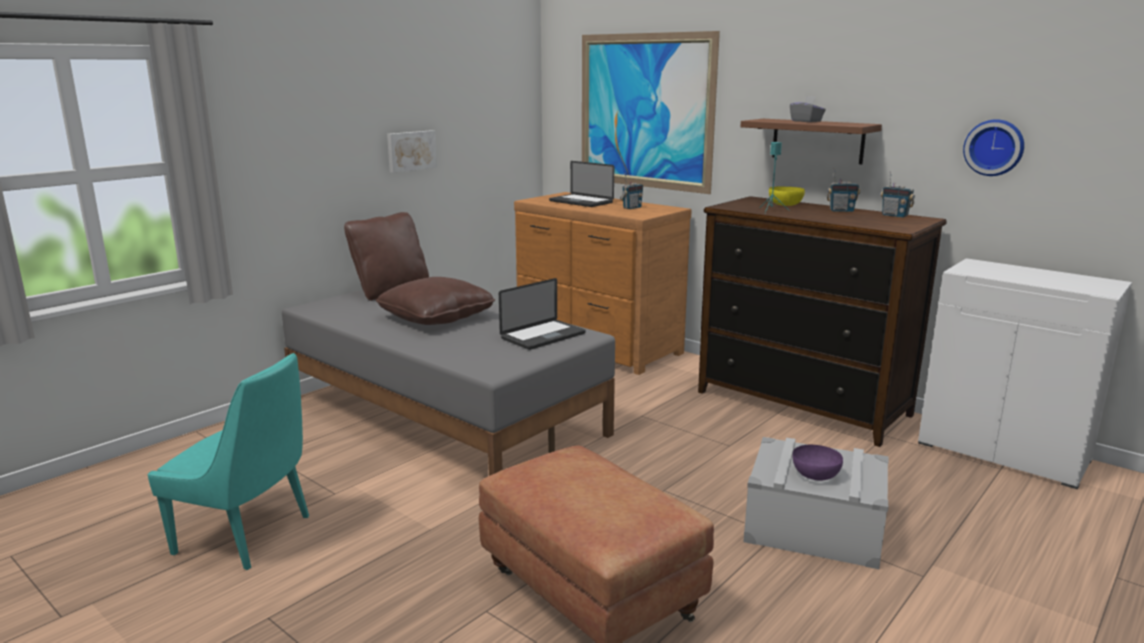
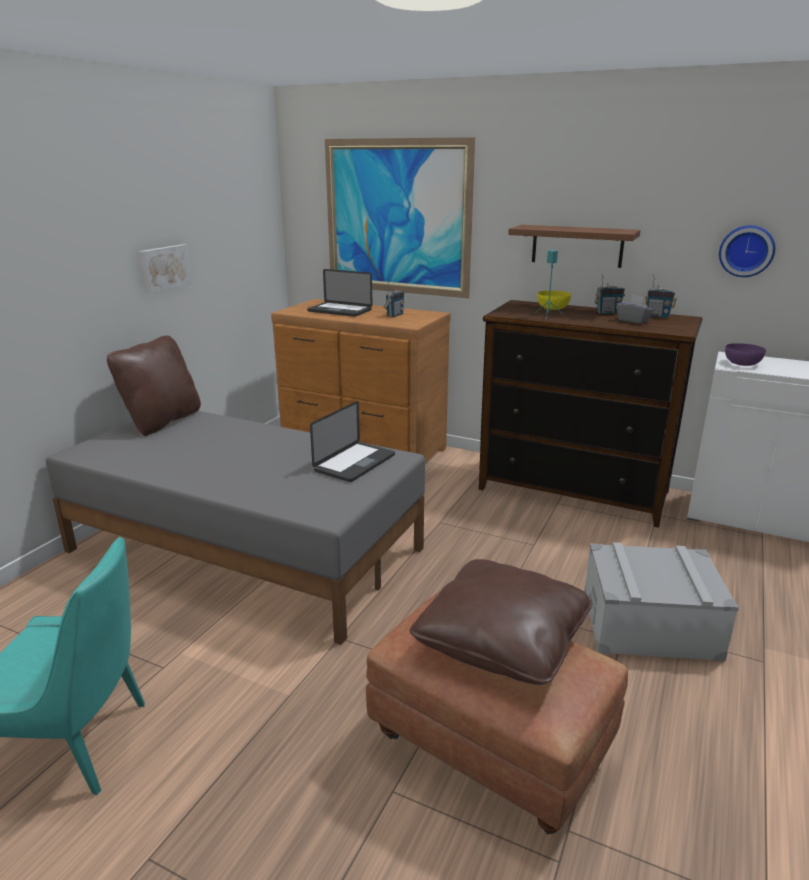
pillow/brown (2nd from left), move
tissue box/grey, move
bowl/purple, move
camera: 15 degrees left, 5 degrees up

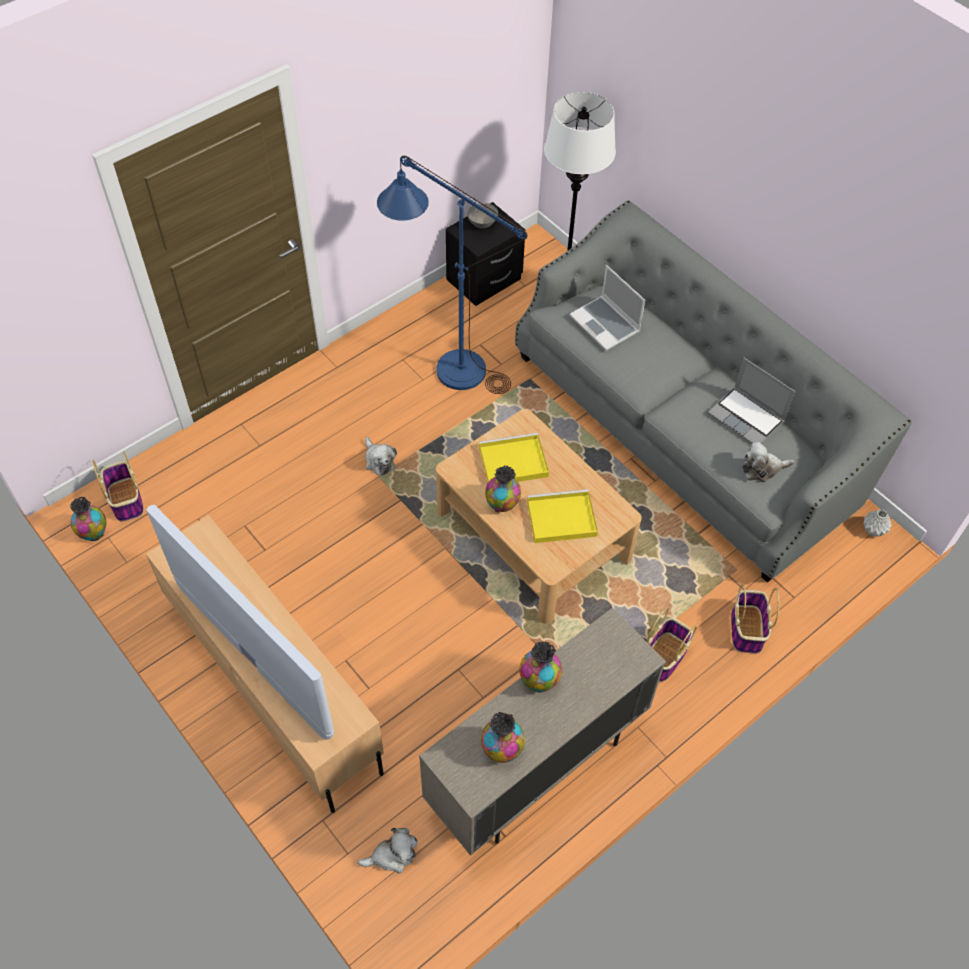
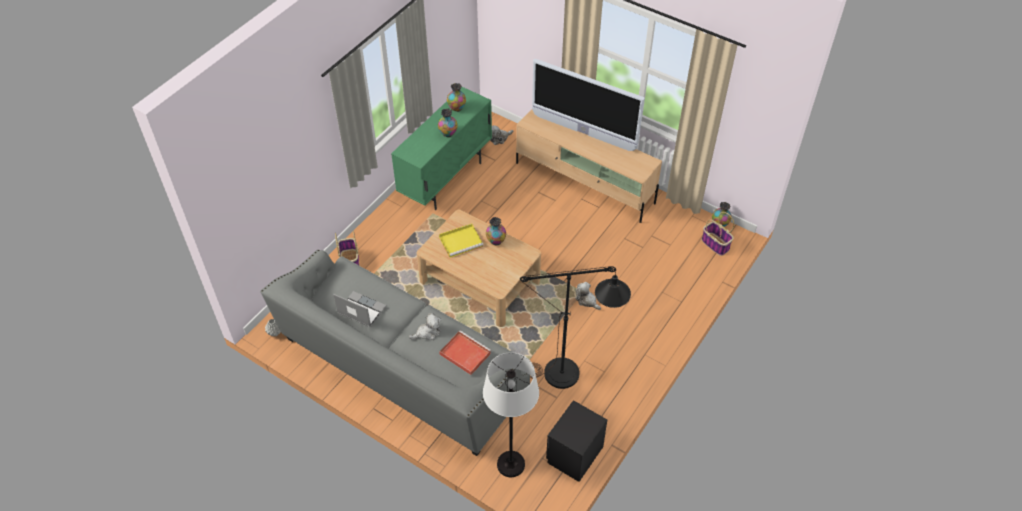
bowl/grey -> none
tray/yellow (1st from left) -> none
basket (2nd from left) -> none
plush toy (3rd from left in the first image) -> plush toy (1st from left), move
laptop (1st from left) -> tray/red
floor lamp/blue -> floor lamp/black
cabinet/beige -> cabinet/green
camera: 165 degrees right, 5 degrees down

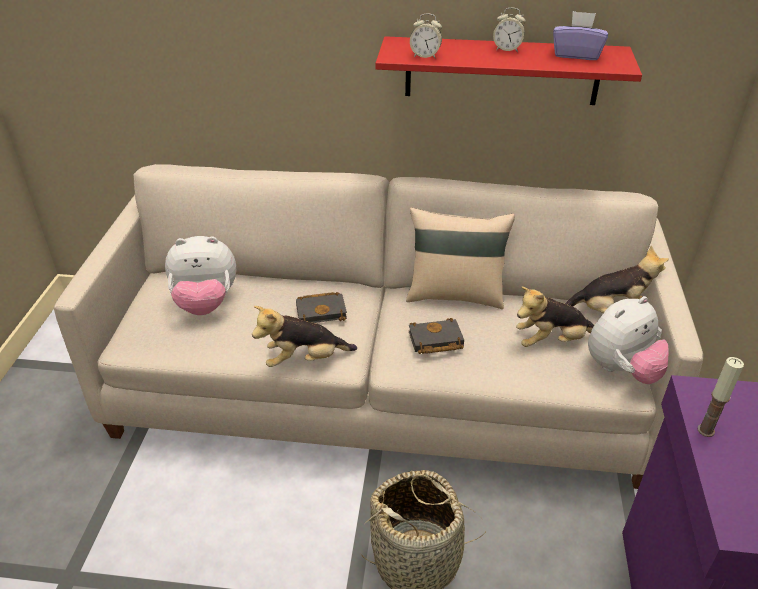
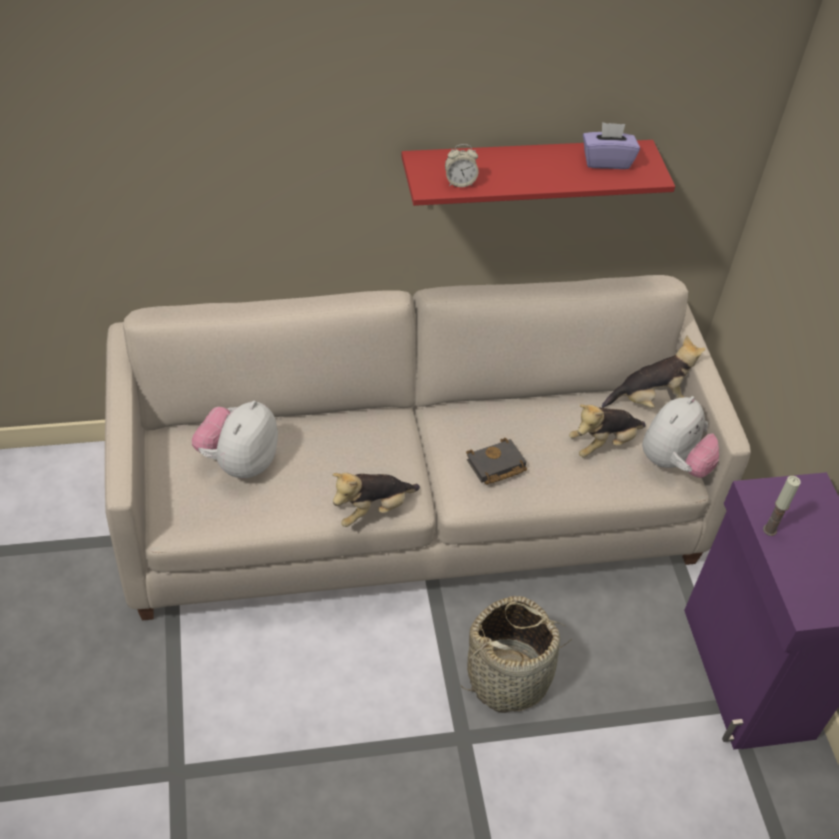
book/black (1st from left) -> none
pillow/beige -> none
alarm clock (2nd from left) -> none
plush toy (1st from left), 135 degrees clockwise
camera: 20 degrees left, 10 degrees up

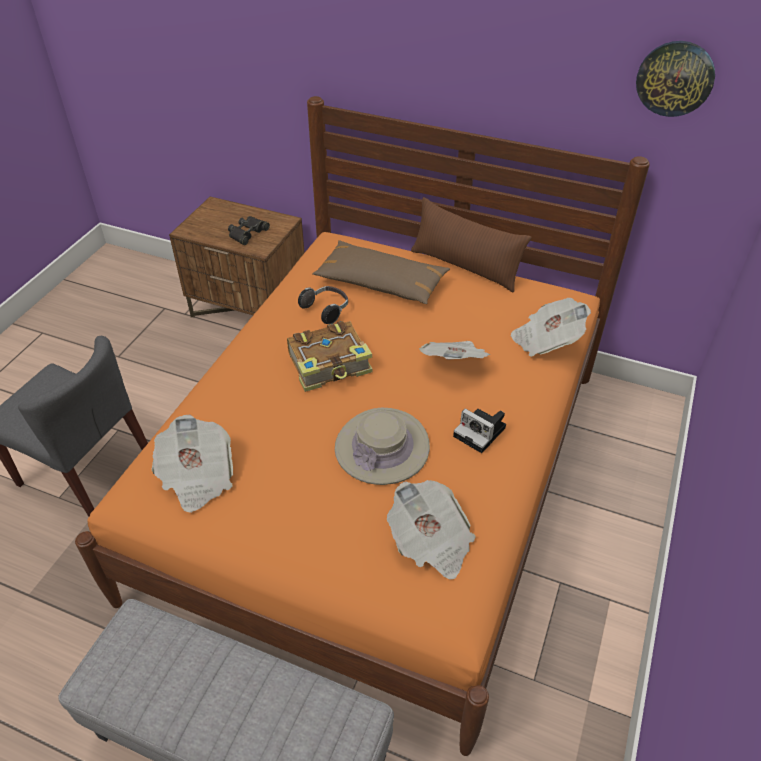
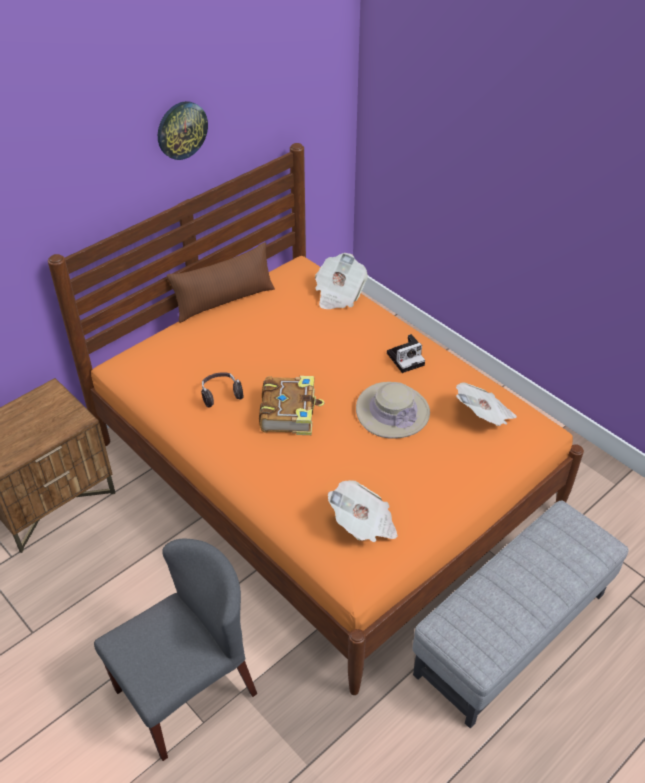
binoculars/black -> none
pillow/brown (1st from left) -> none
newspaper (3rd from left) -> none
wall clock, move
camera: 65 degrees left, 0 degrees up

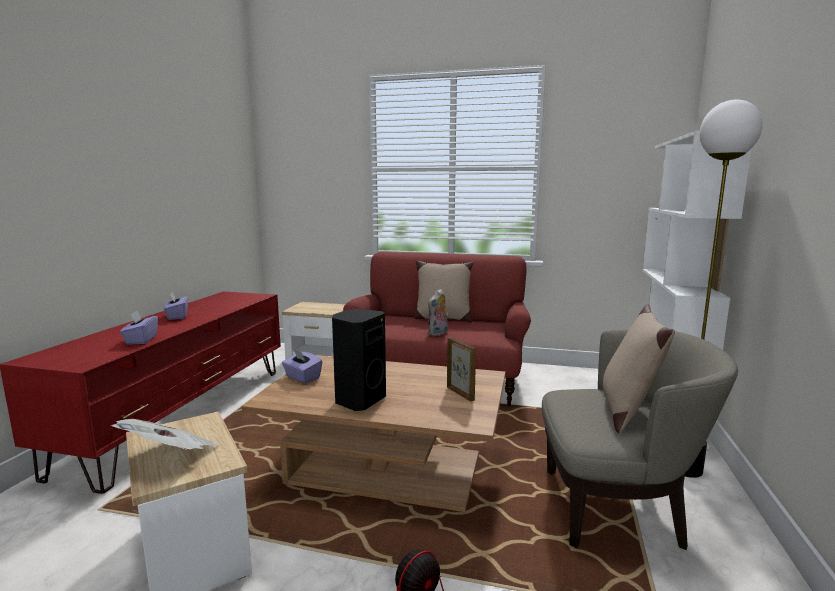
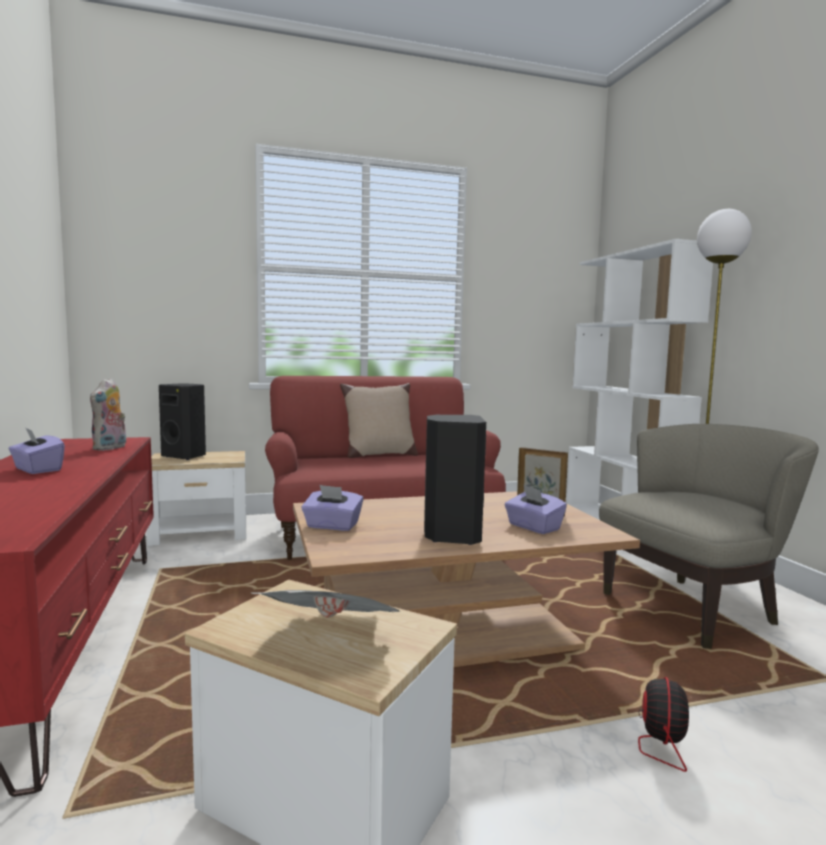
pillow/beige (2nd from left) -> none
none -> speaker/black (1st from left)
tissue box/purple (1st from left in the first image) -> tissue box/purple (3rd from left), move
plush toy, move
camera: 30 degrees left, 5 degrees down

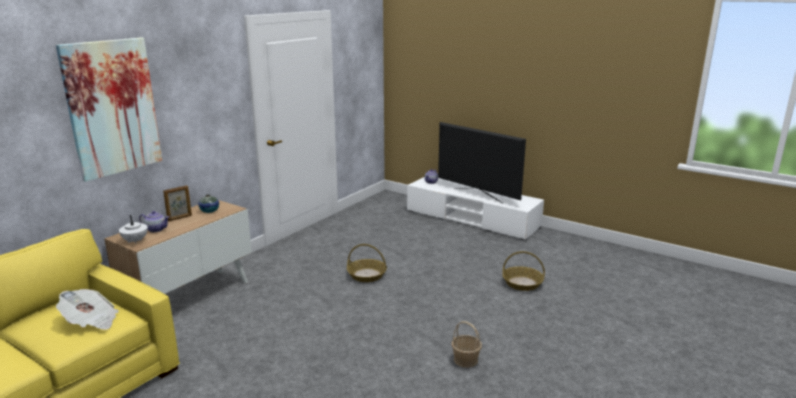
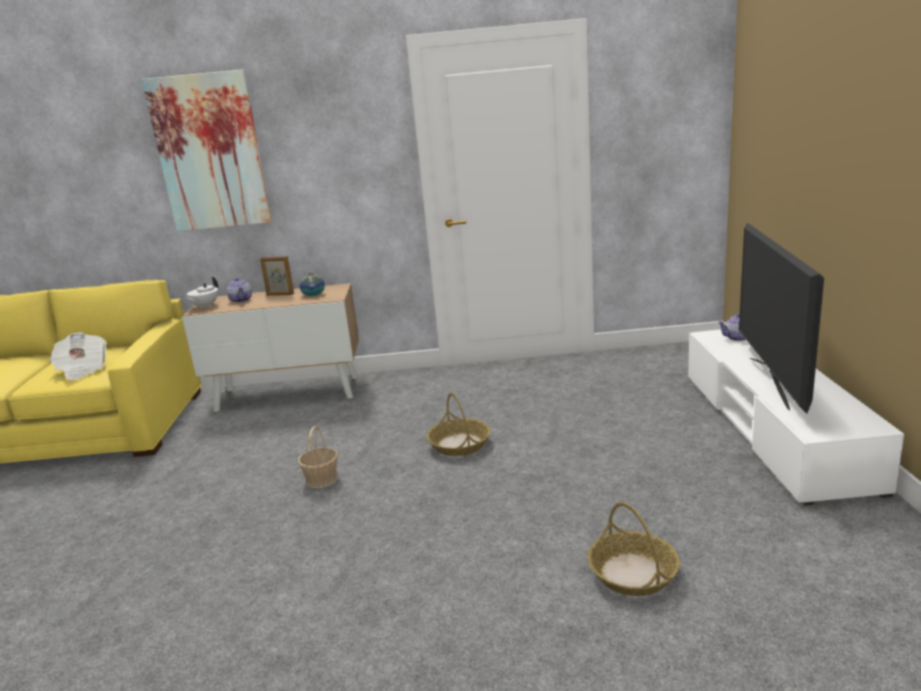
basket (2nd from left in the first image) -> basket (1st from left), move
camera: 55 degrees right, 0 degrees up

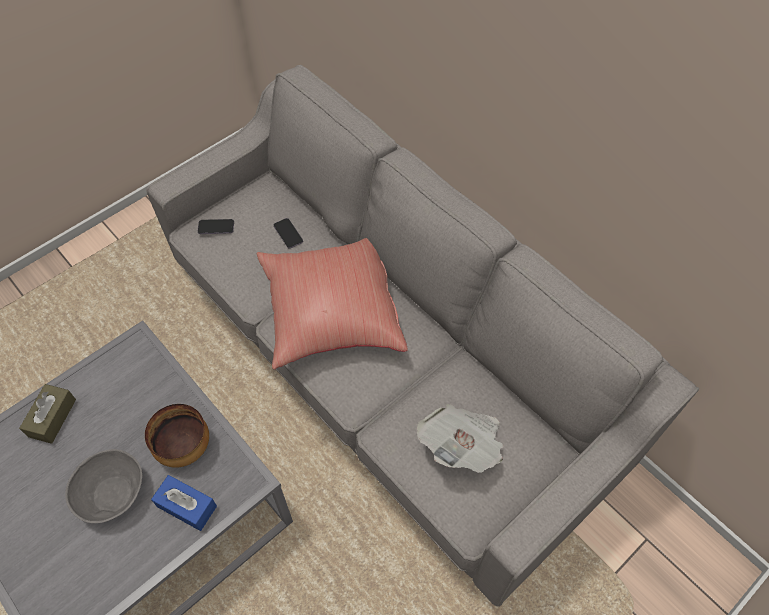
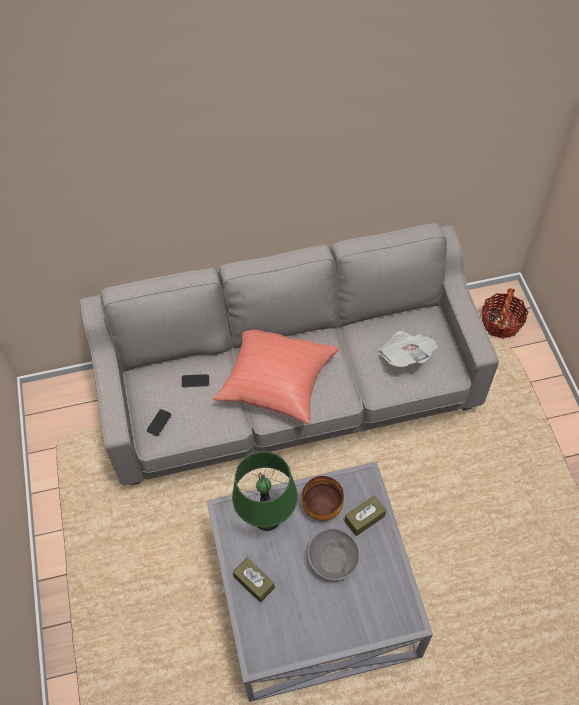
none -> table lamp/green
none -> basket
tissue box/blue -> tissue box/brown (2nd from left)
camera: 60 degrees left, 0 degrees up

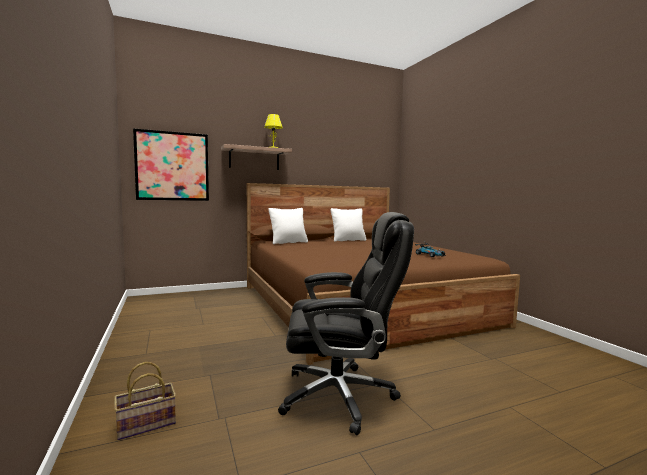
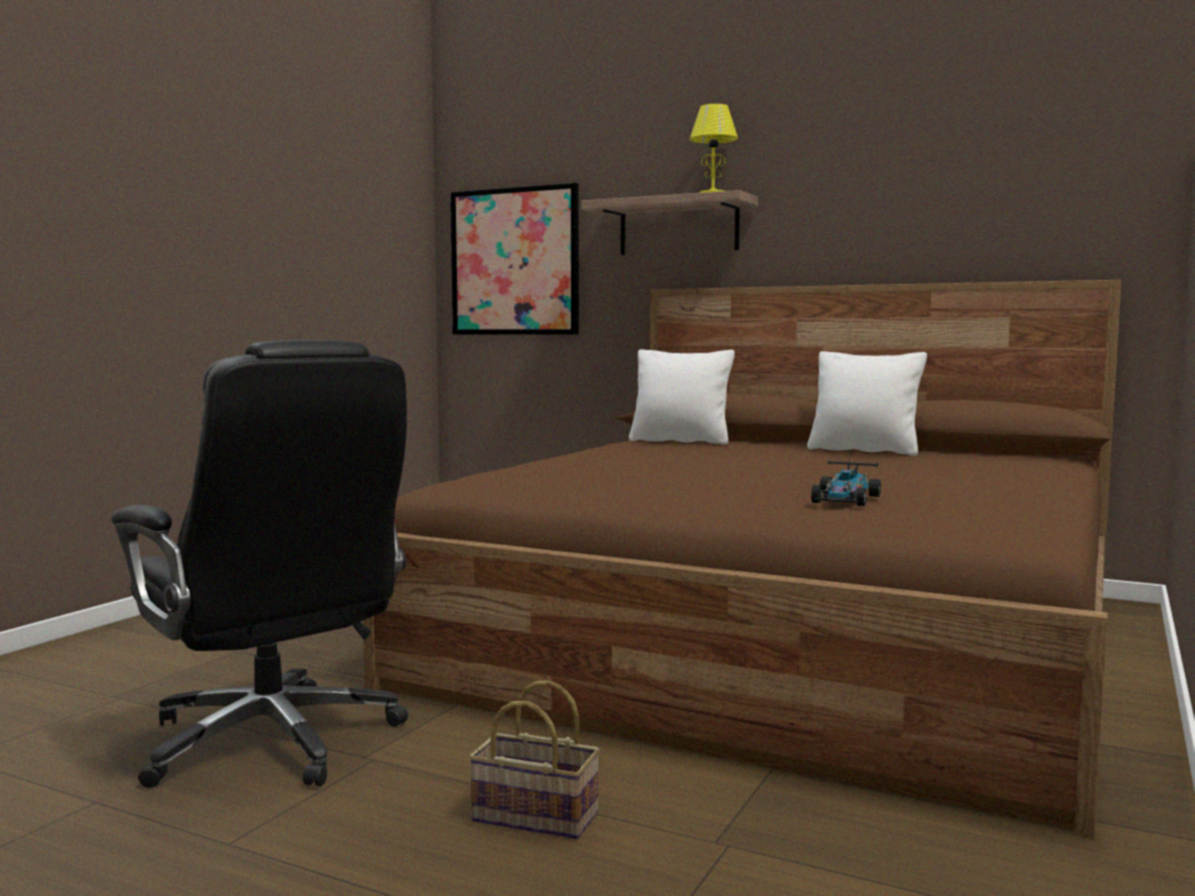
basket, move
camera: 50 degrees right, 0 degrees up

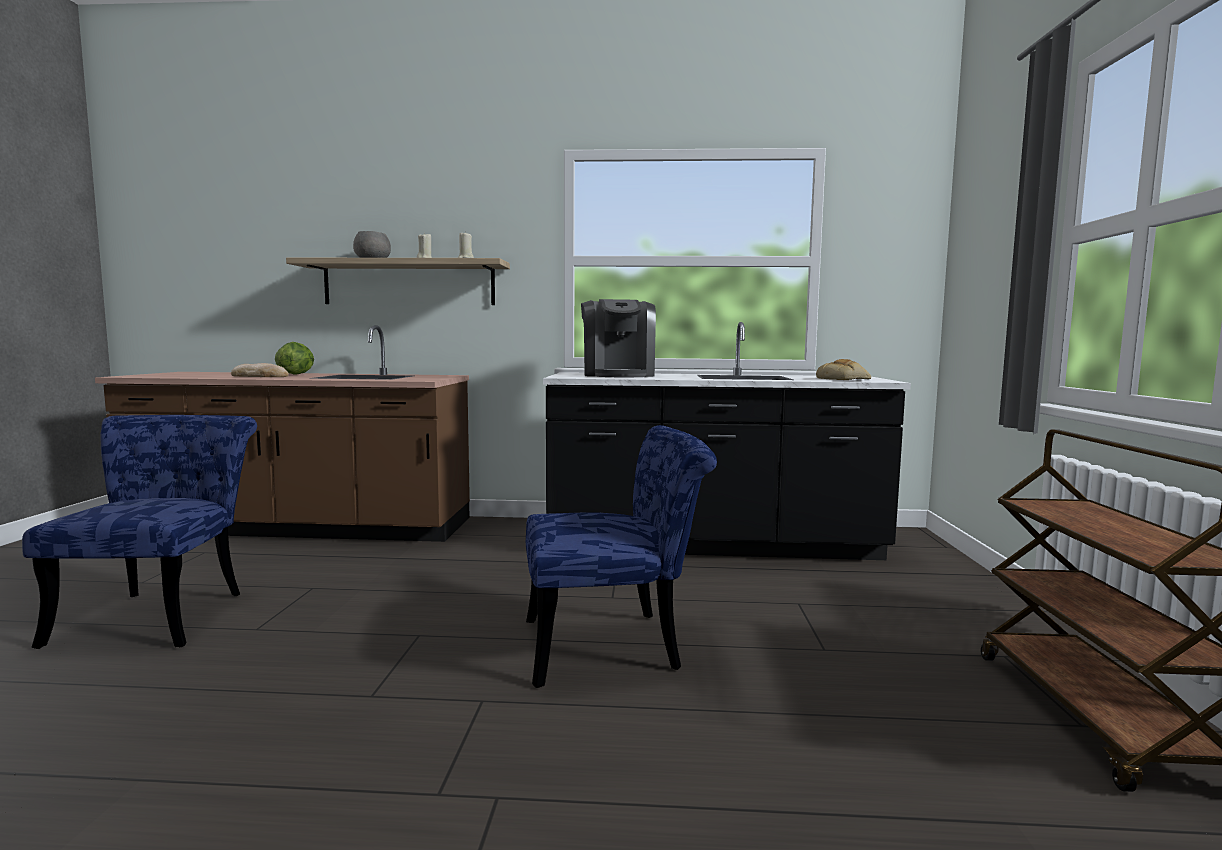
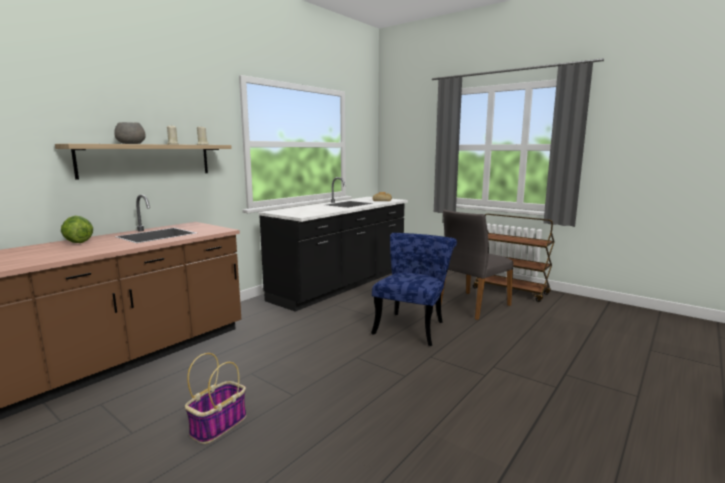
bread (1st from left) -> none
coffee machine -> none
none -> chair/grey
chair/blue (1st from left) -> basket
camera: 55 degrees left, 5 degrees up

